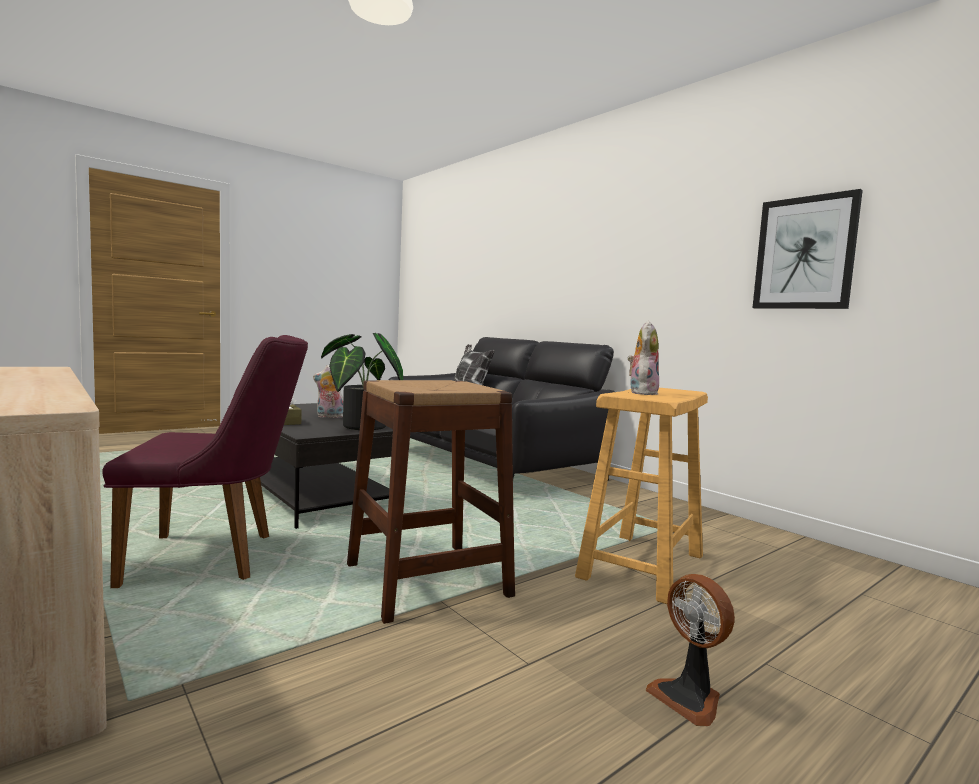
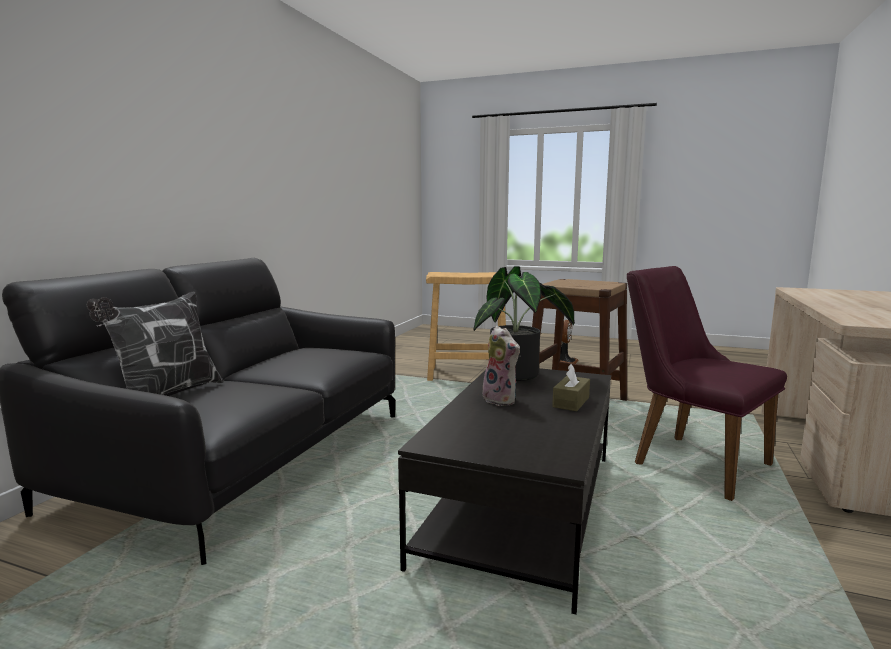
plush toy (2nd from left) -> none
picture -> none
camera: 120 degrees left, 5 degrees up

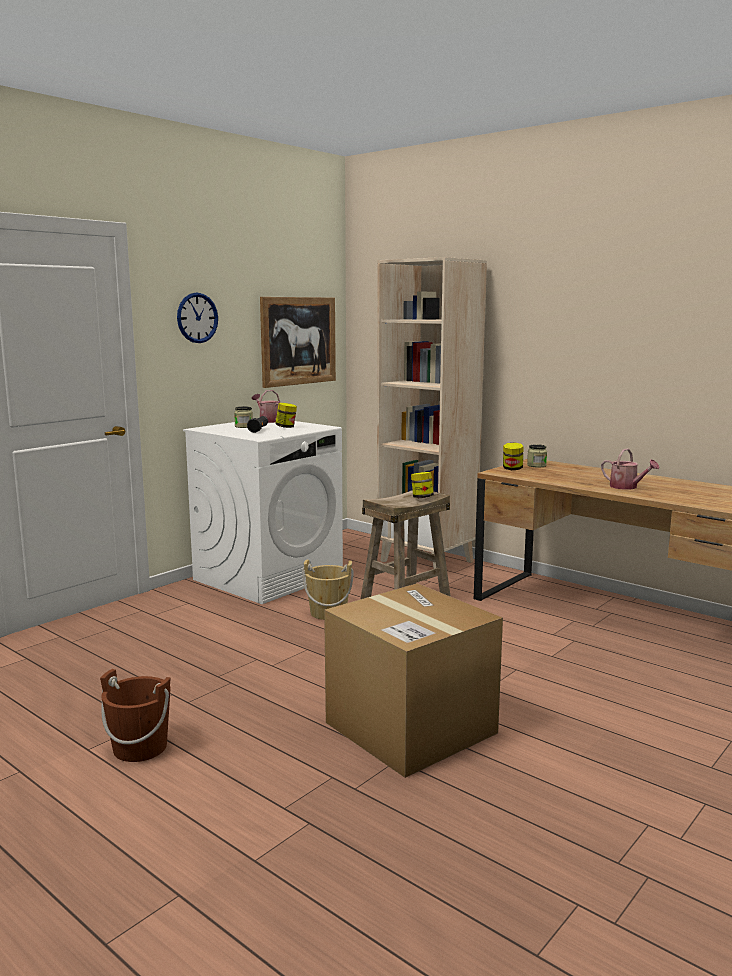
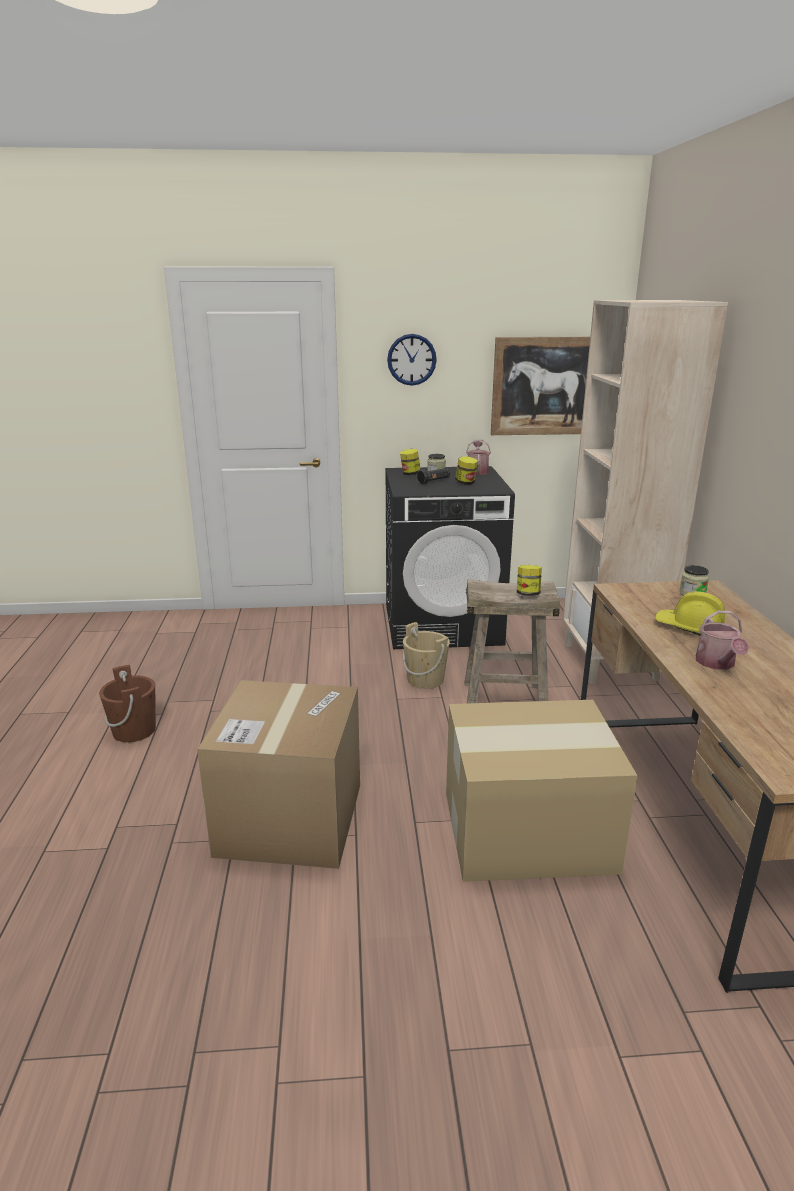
none -> cardboard box (2nd from left)
none -> hard hat/yellow
jar (4th from left in the first image) -> jar (1st from left), move
washing machine/white -> washing machine/black
camera: 45 degrees right, 10 degrees up

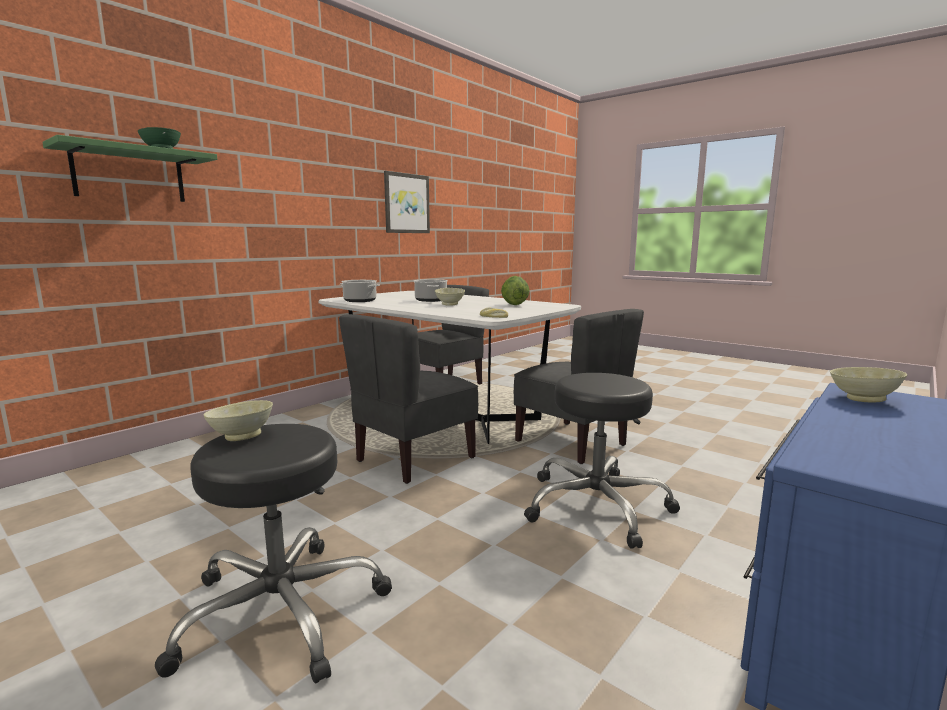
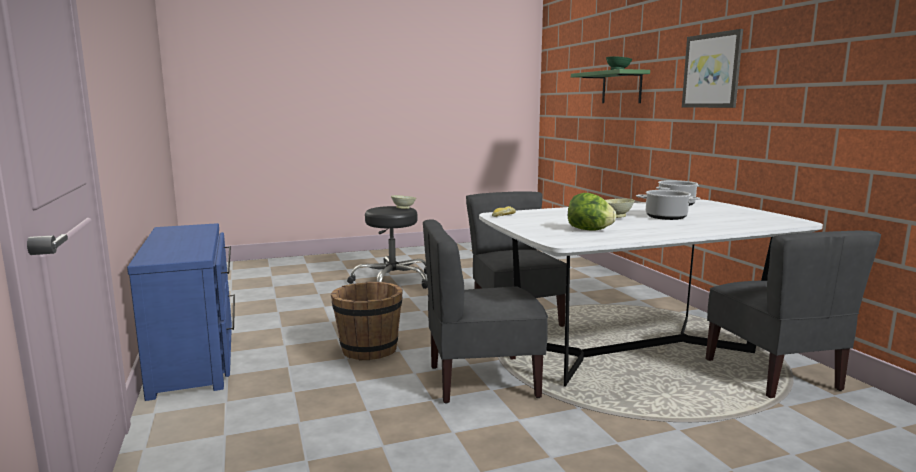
bowl/beige (3rd from left) -> none
picture, move
stool/black (2nd from left) -> bucket/brown
camera: 120 degrees right, 0 degrees up

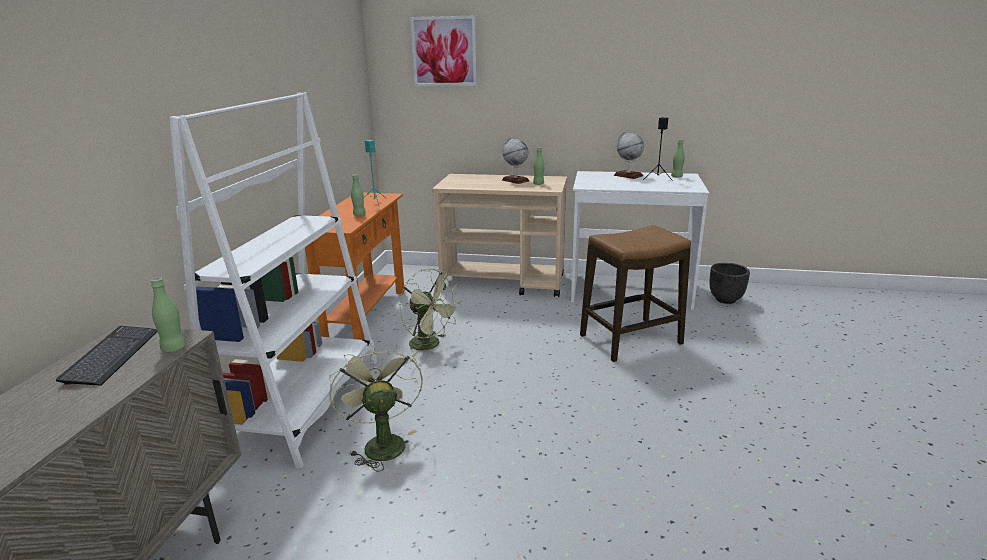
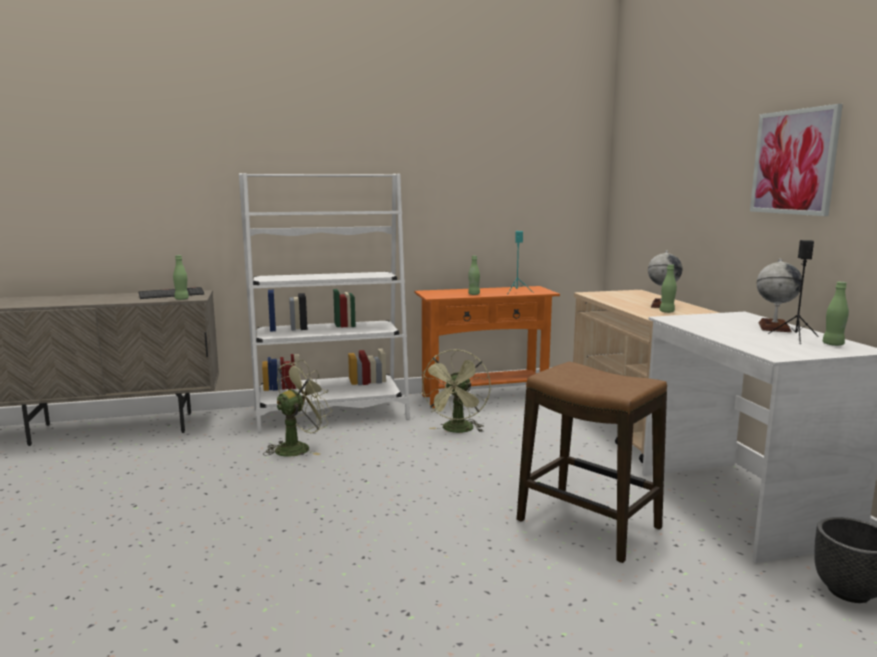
picture, move
camera: 65 degrees right, 10 degrees down

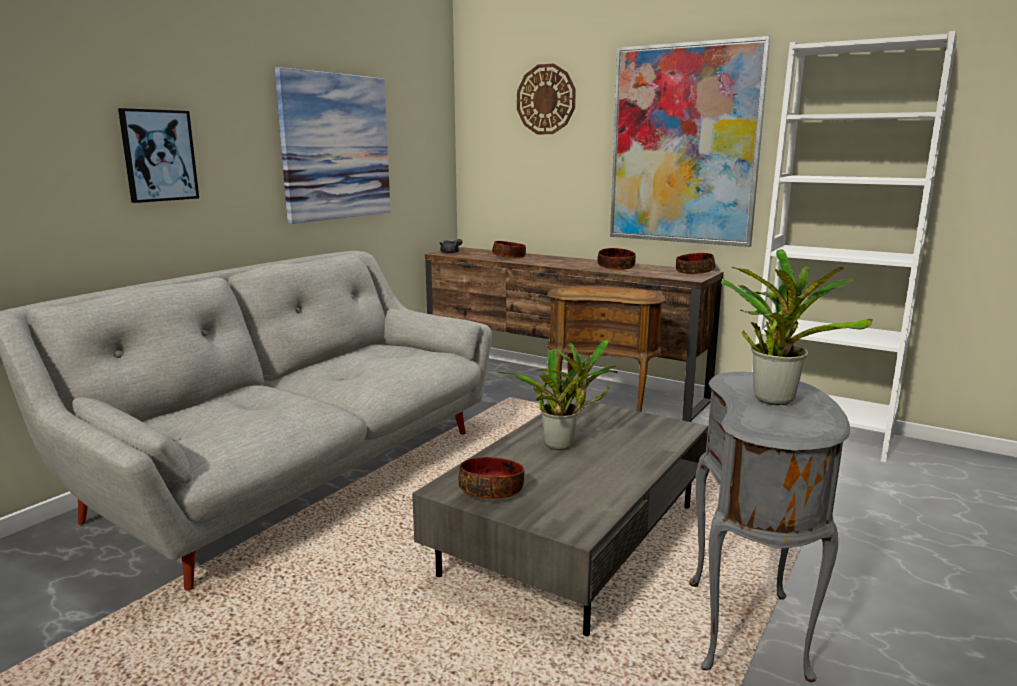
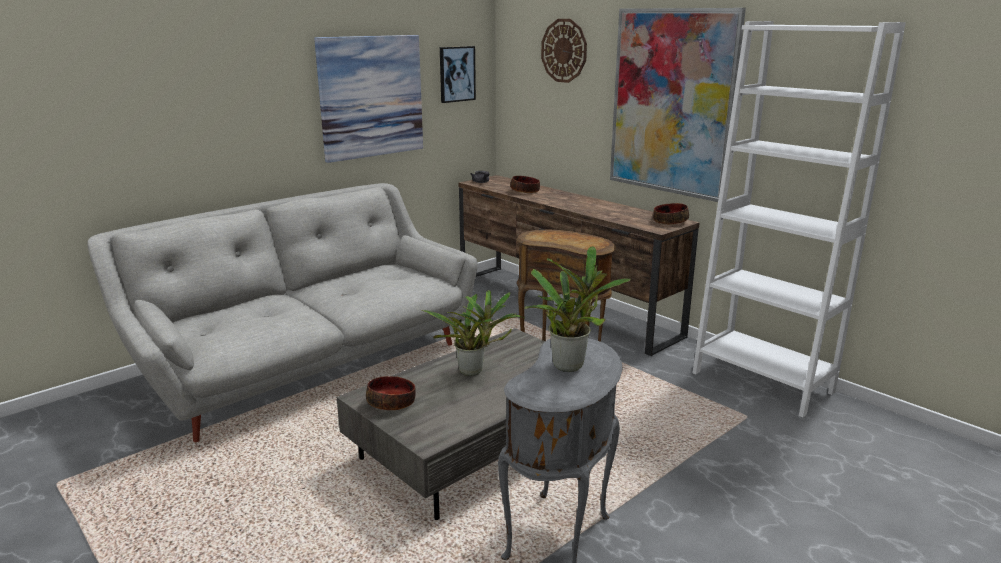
bowl (3rd from left) -> none
picture (1st from left in the first image) -> picture (2nd from left), move
camera: 15 degrees right, 5 degrees up

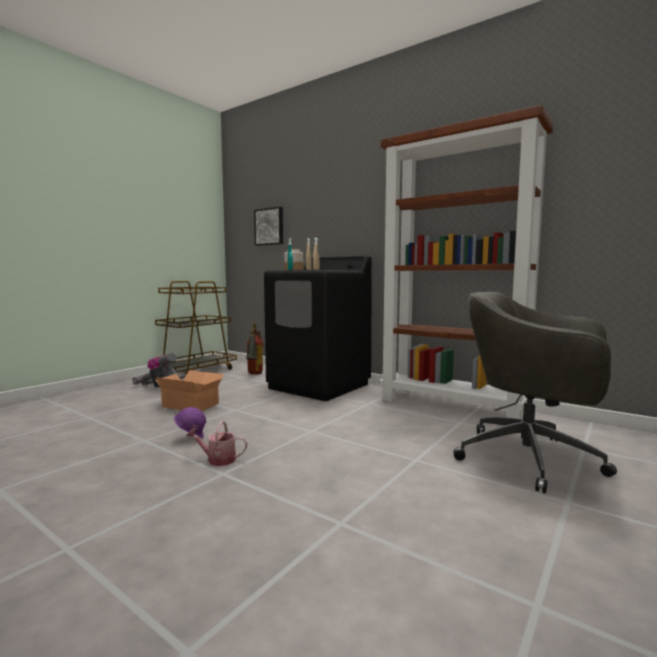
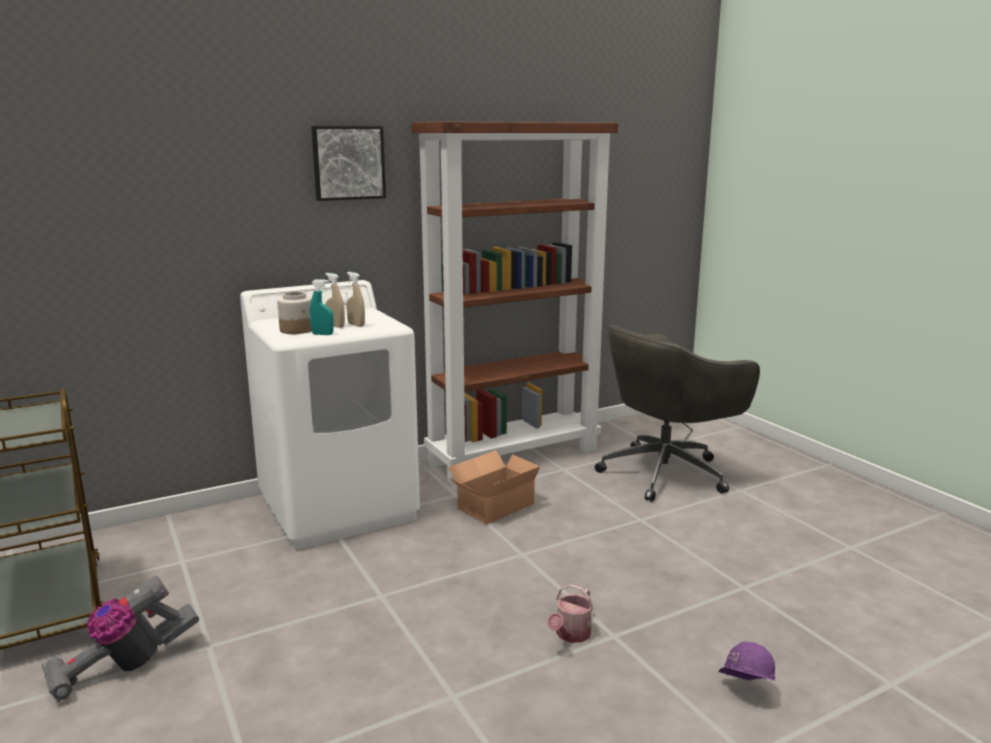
fire extinguisher -> none
cardboard box, move
hard hat/purple, move
picture, move
washing machine/black -> washing machine/white
camera: 65 degrees left, 10 degrees up

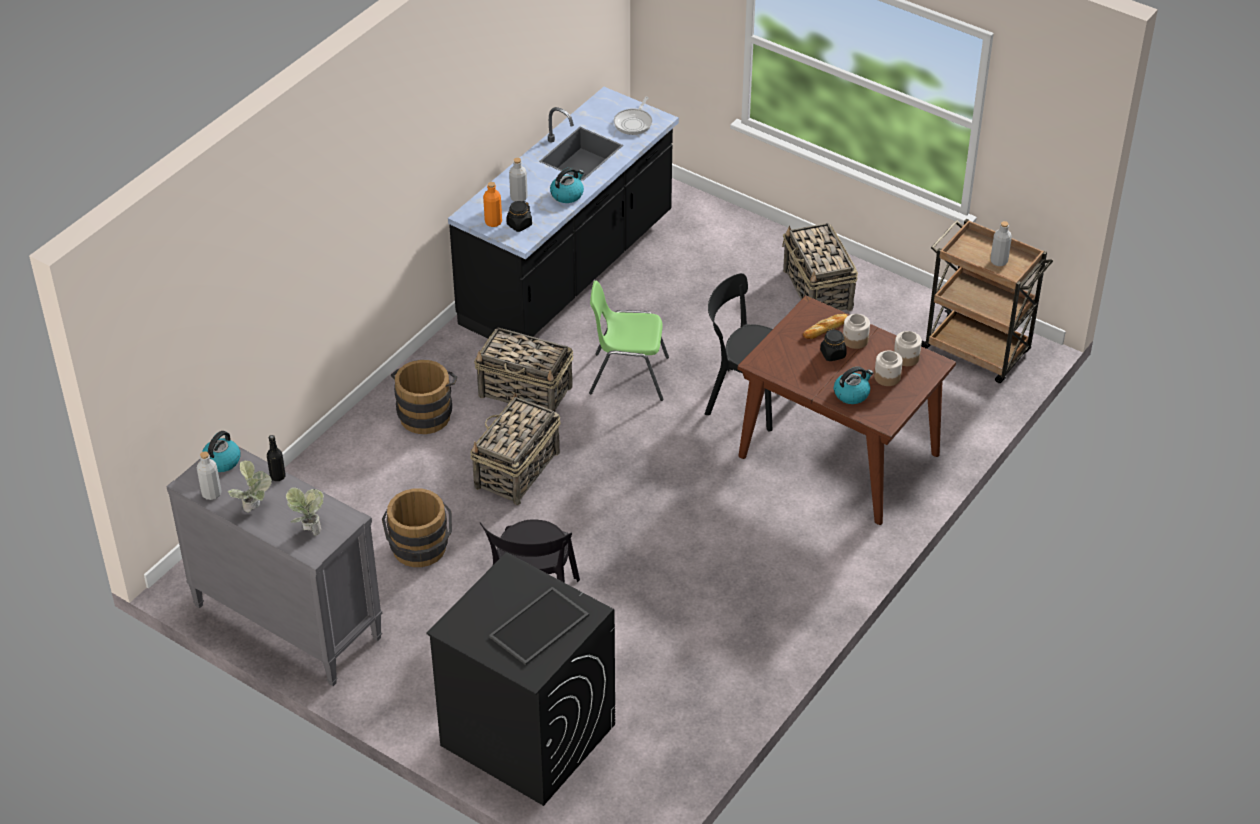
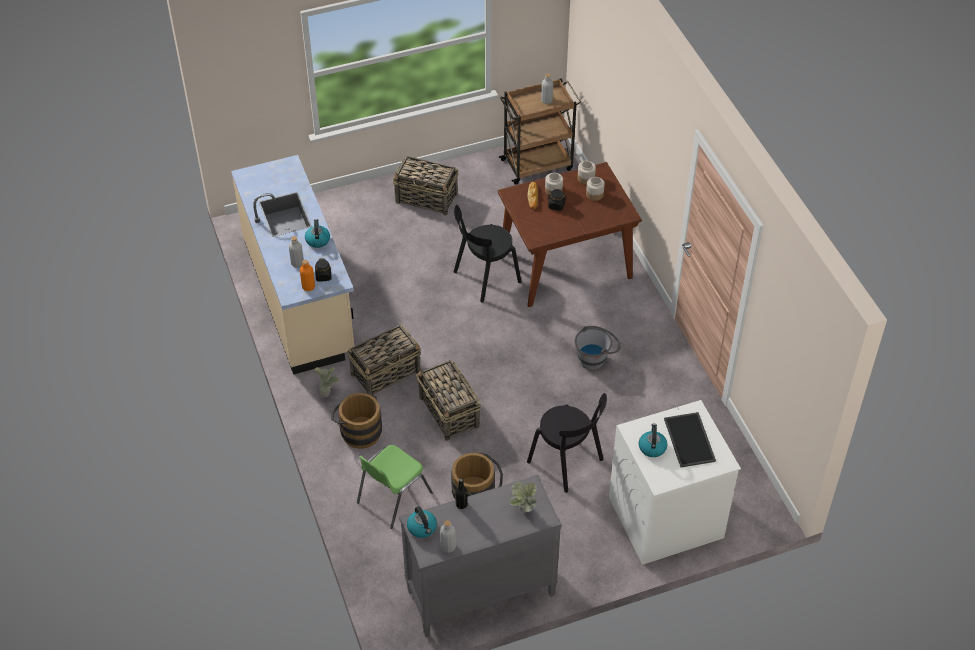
frying pan -> none
none -> bucket/grey
potted plant (1st from left), move
chair/green, move
kettle (3rd from left), move
washing machine/black -> washing machine/white
counter/black -> counter/beige
camera: 55 degrees left, 5 degrees up

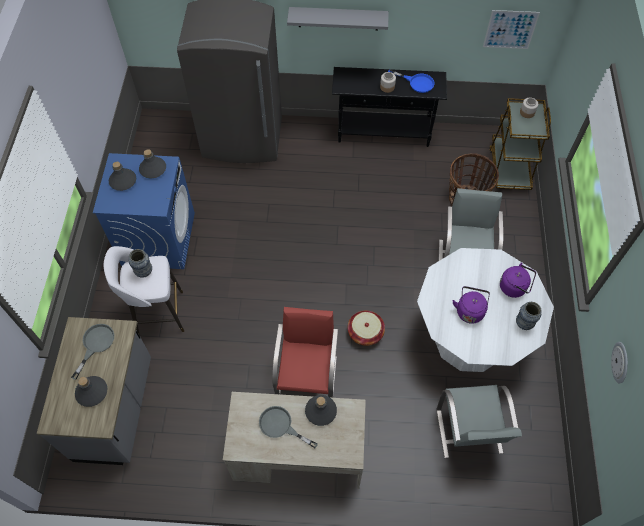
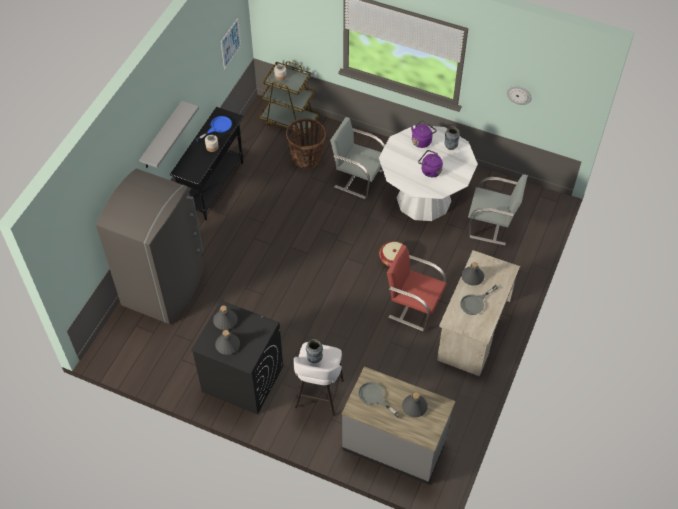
washing machine/blue -> washing machine/black
camera: 70 degrees left, 5 degrees down

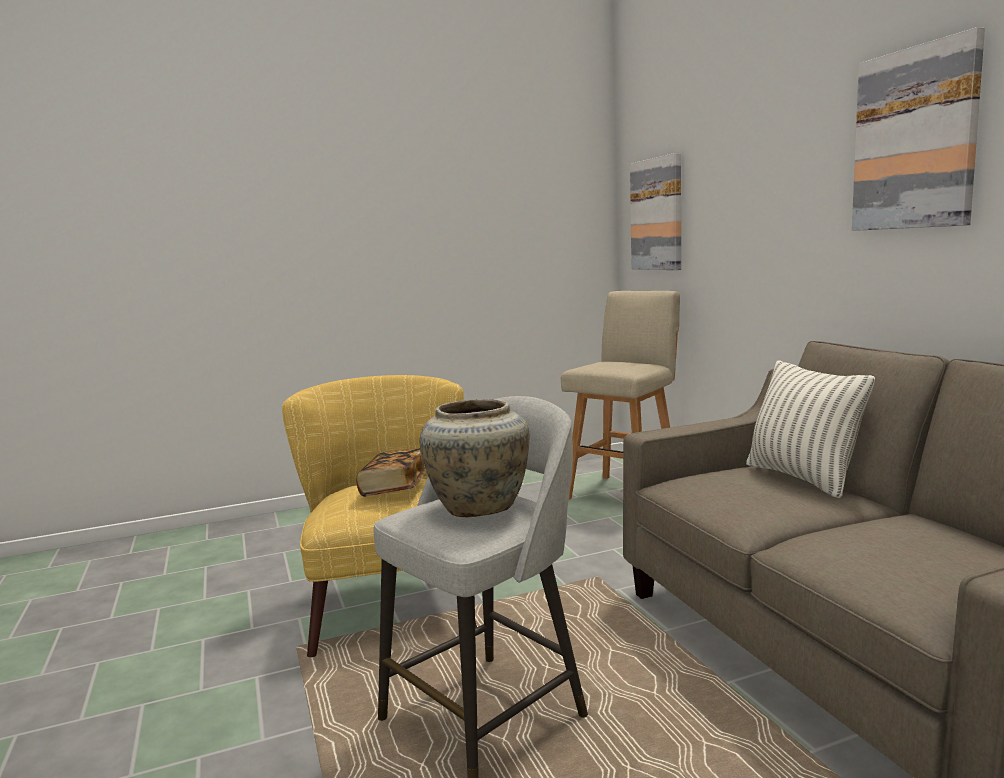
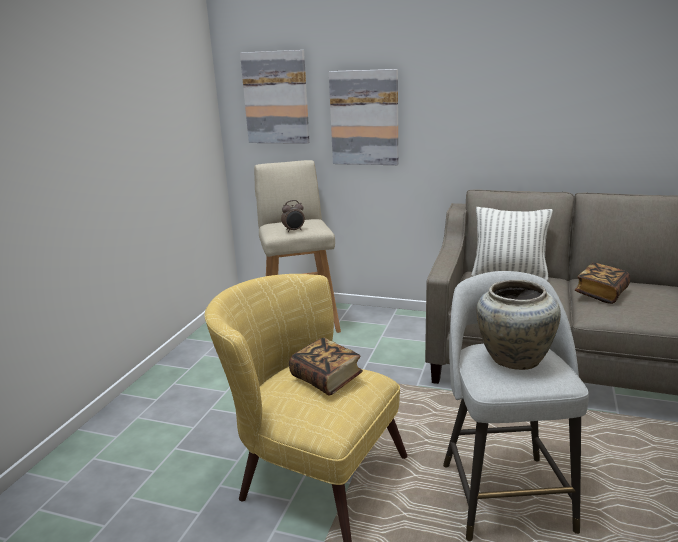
none -> alarm clock
none -> book (2nd from left)
picture (2nd from left), move
camera: 50 degrees left, 10 degrees up

